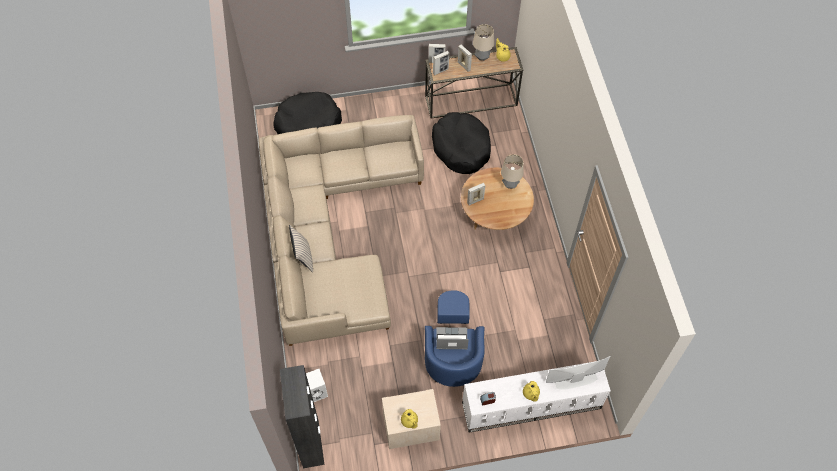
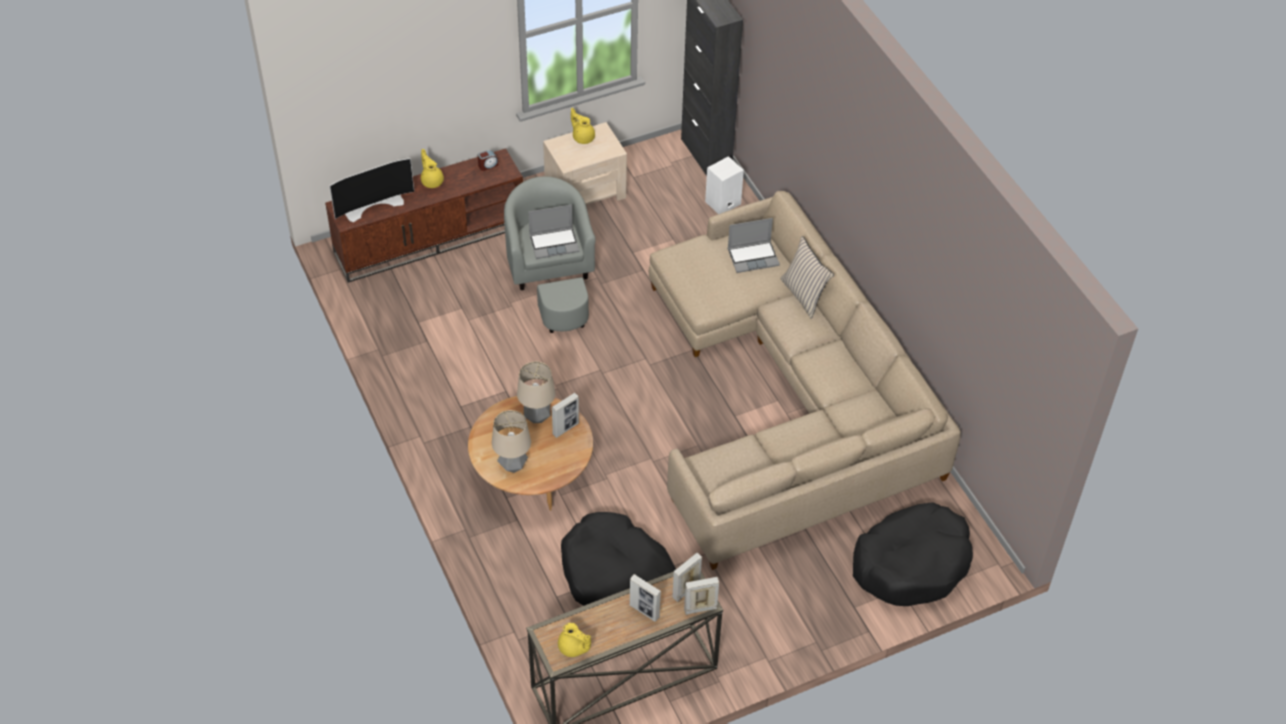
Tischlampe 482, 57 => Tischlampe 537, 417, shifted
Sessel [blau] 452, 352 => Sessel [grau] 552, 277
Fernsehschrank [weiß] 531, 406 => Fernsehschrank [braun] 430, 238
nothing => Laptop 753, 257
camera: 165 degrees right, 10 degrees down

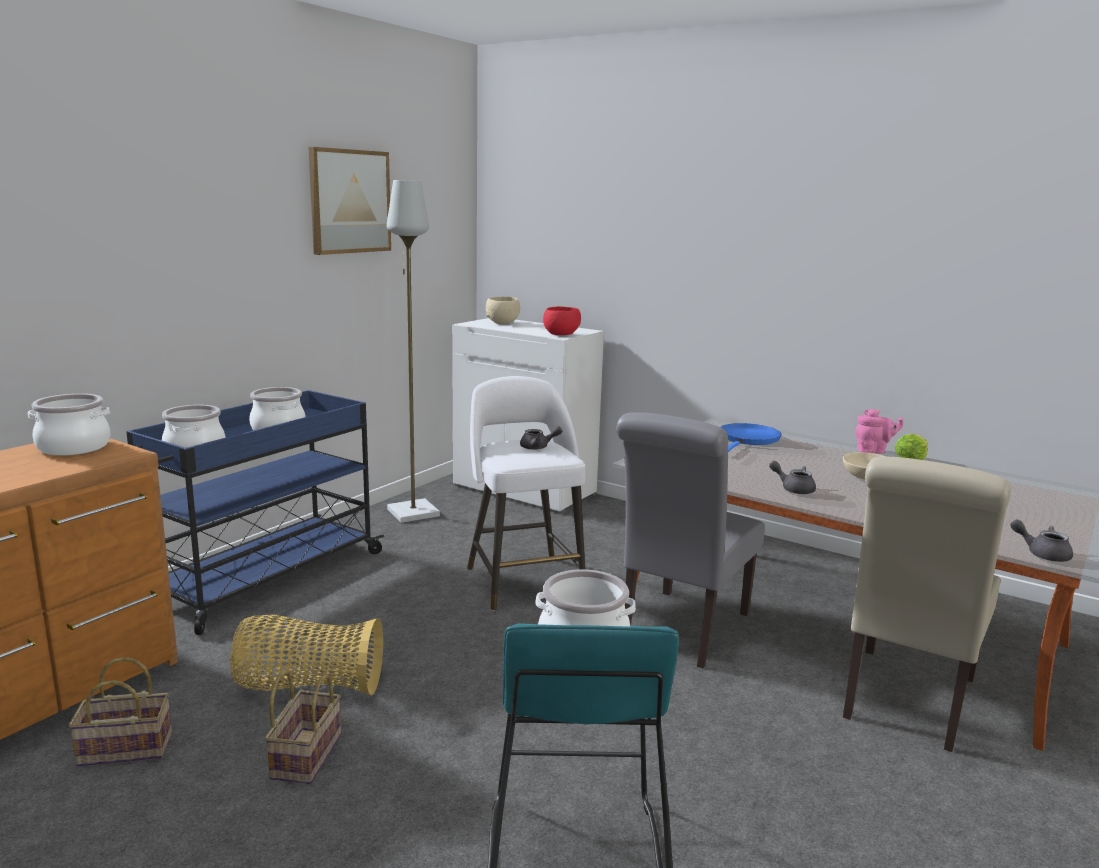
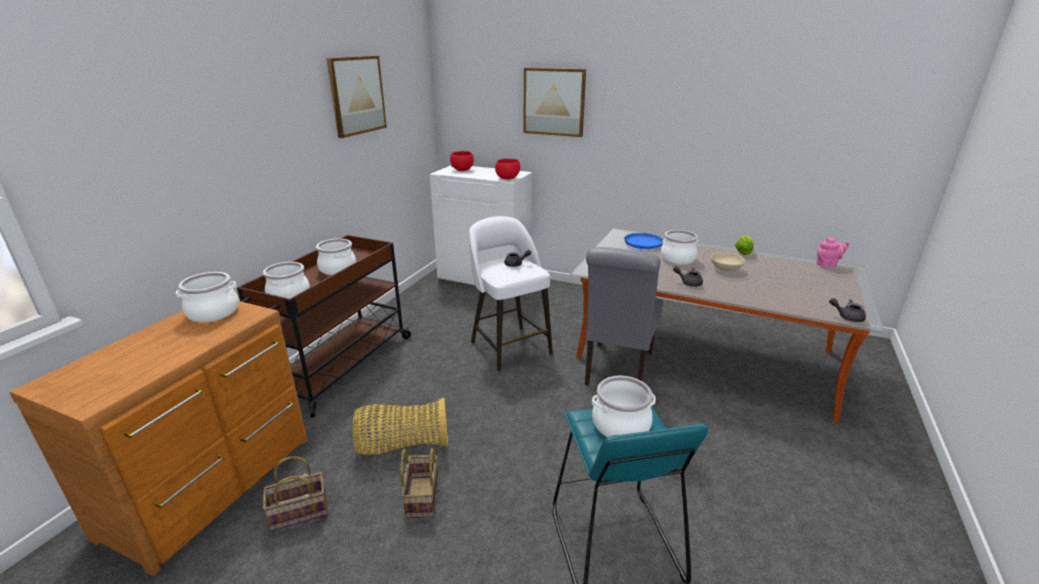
Stehlampe [grau] 413, 513 => nothing
Schüssel [beige] 503, 323 => Schüssel [rot] 462, 170
Rollwagen [blau] 264, 578 => Rollwagen [braun] 339, 367
Teekanne [rosa] 873, 451 => Teekanne [rosa] 827, 264, shifted
Stuhl [beige] 905, 702 => nothing
nothing => Bild 554, 102
nothing => Kochtopf 678, 258
camera: 10 degrees left, 10 degrees up

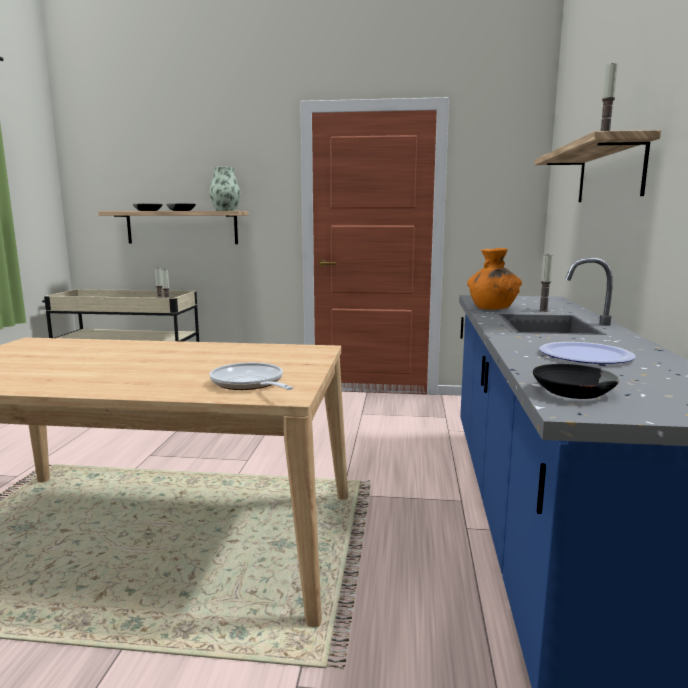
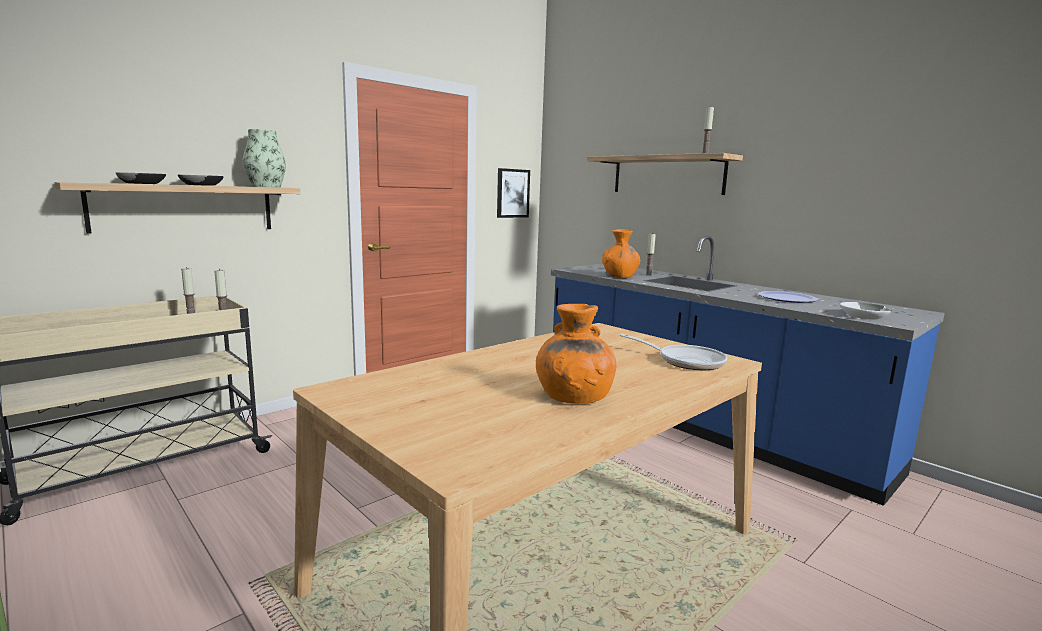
Pfanne 249, 384 => Pfanne 685, 361, 150 degrees counterclockwise
Schüssel [schwarz] 571, 392 => Schüssel [weiß] 863, 316
nothing => Bild 512, 193
nothing => Vase [orange] 573, 397
camera: 50 degrees left, 0 degrees up

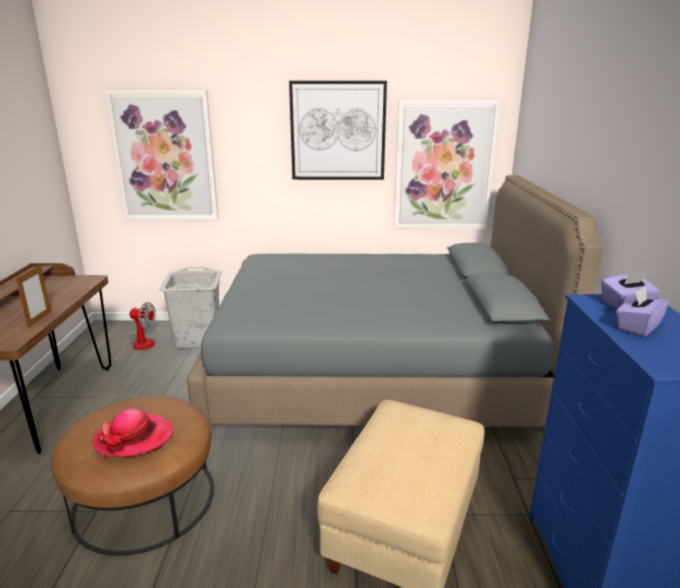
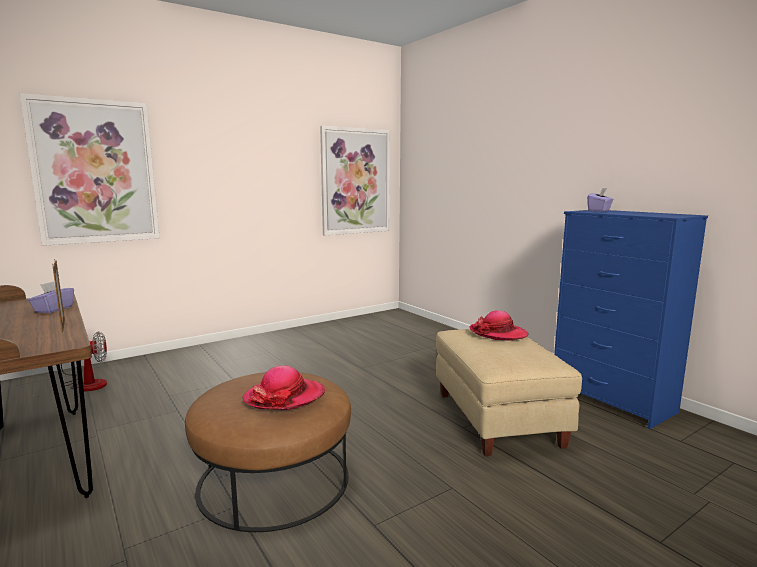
Bild 338, 131 => nothing
Bett [grau] 372, 374 => nothing
Wäschekorb [grau] 198, 339 => nothing
Taschentuchbox [lila] 637, 327 => Taschentuchbox [lila] 53, 309, shifted
nothing => Hut 498, 333
camera: 35 degrees left, 10 degrees down

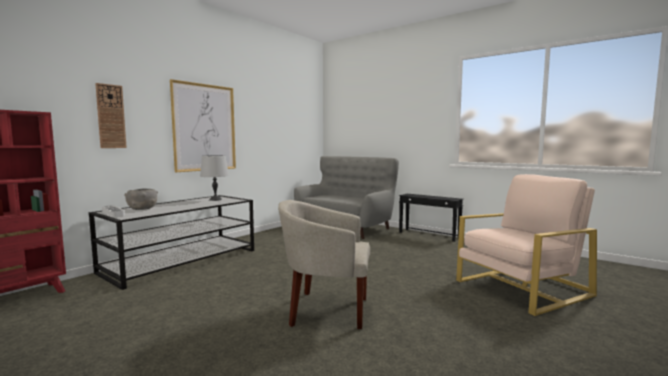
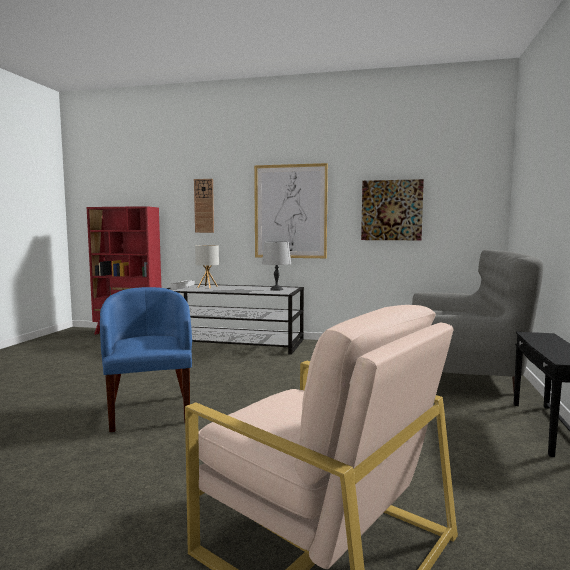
Schüssel [grau] 142, 209 => Tischlampe 207, 287
Sessel [beige] 326, 310 => Sessel [blau] 150, 410
nothing => Bild 391, 210
camera: 65 degrees right, 0 degrees up

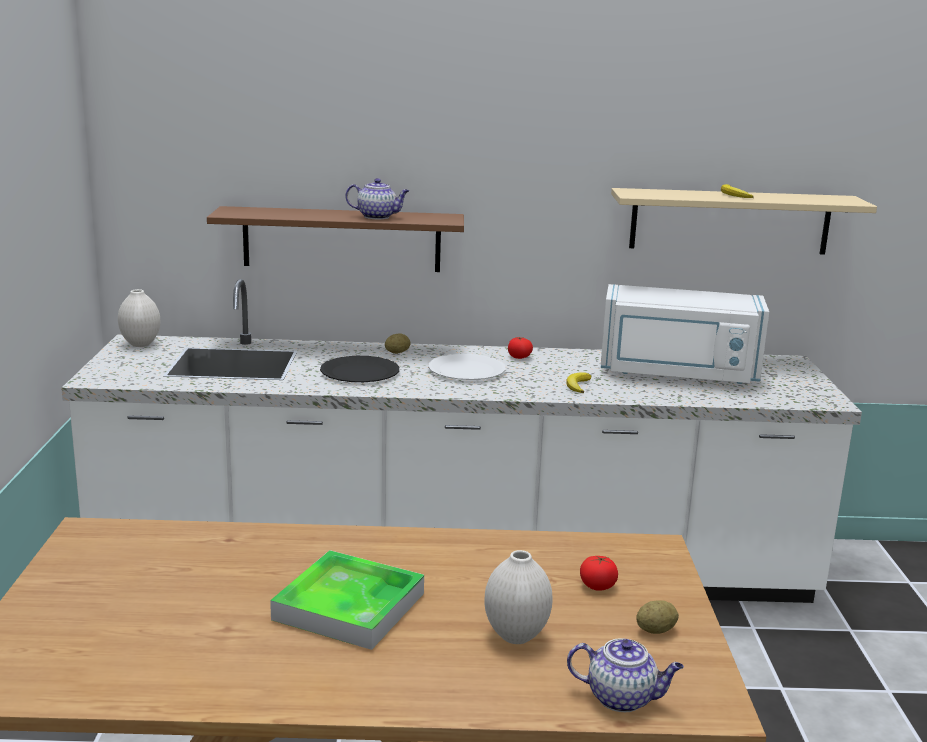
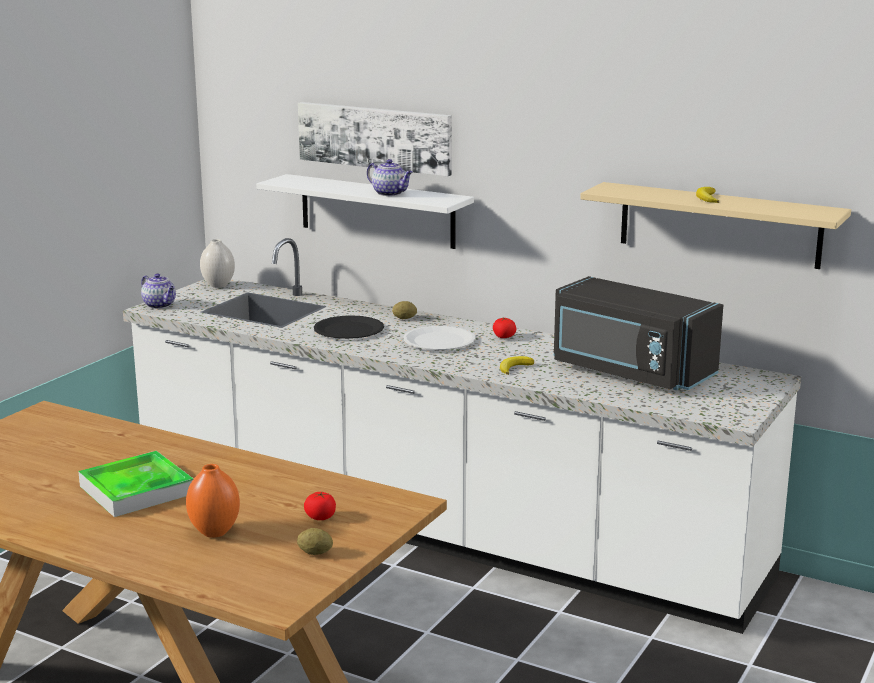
Wandregal [braun] 342, 239 => Wandregal [weiß] 377, 211
Mikrowelle [weiß] 678, 373 => Mikrowelle [schwarz] 629, 372
Vase [weiß] 515, 636 => Vase [orange] 214, 532
Teekanne 622, 698 => Teekanne 160, 305, shifted
nothing => Bild 375, 137
camera: 30 degrees right, 0 degrees up

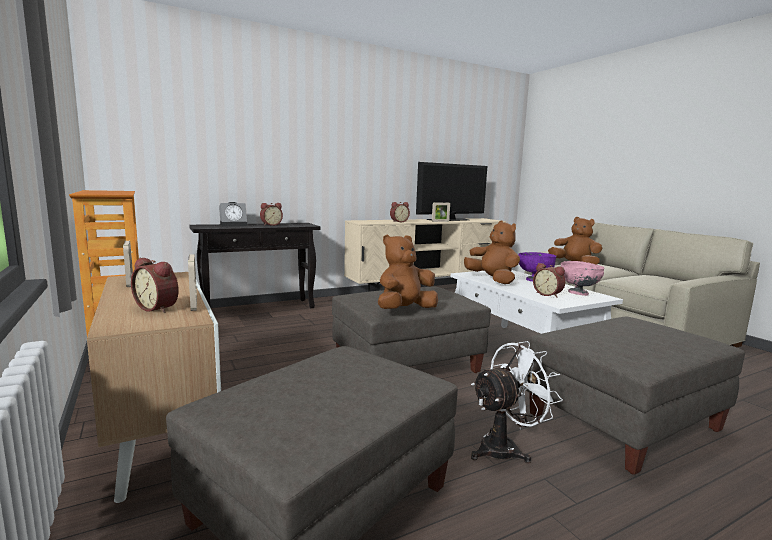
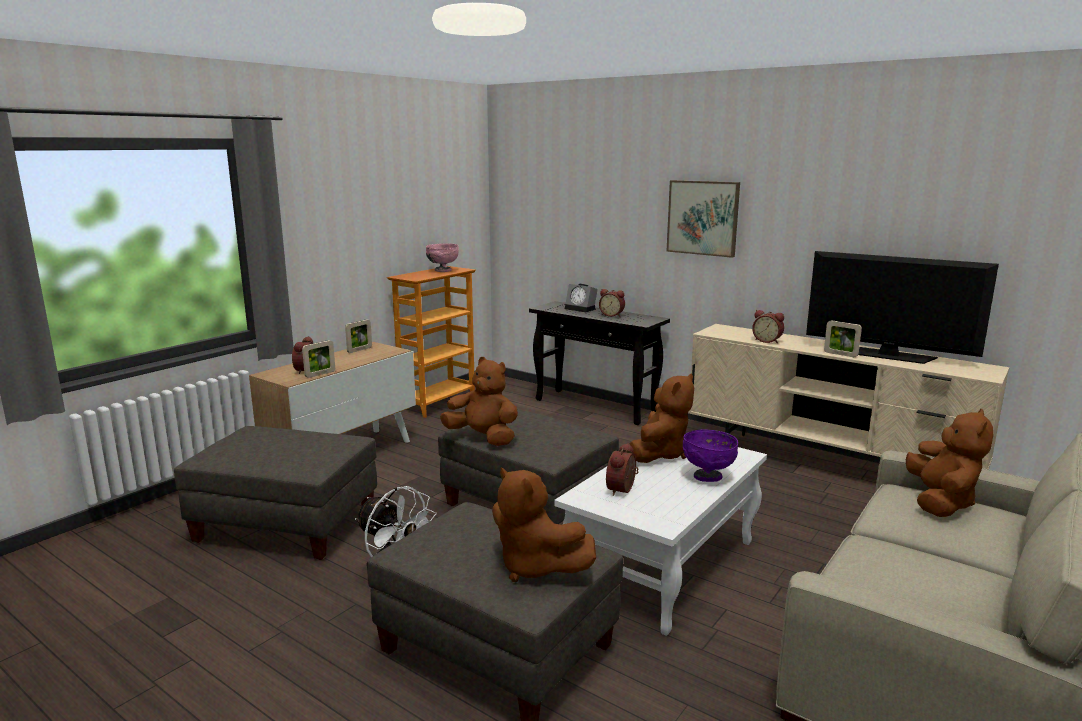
Schüssel [rosa] 578, 293 => Schüssel [rosa] 442, 270, shifted
nothing => Bild 703, 218
nothing => Plüschtier [braun] 535, 567
camera: 65 degrees right, 5 degrees up

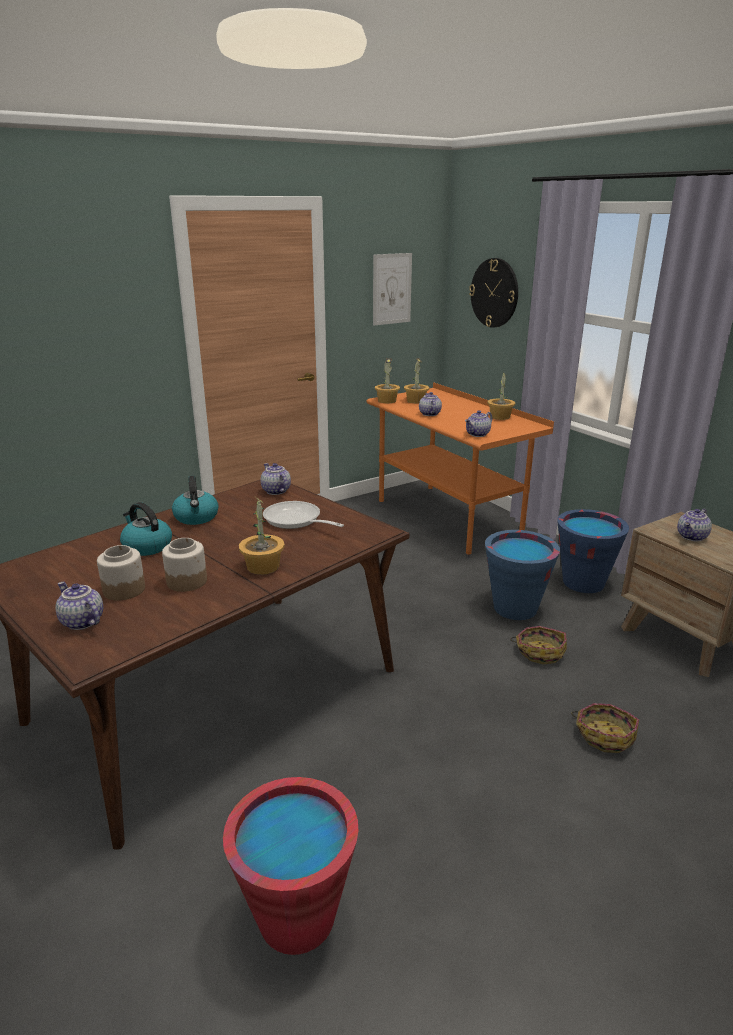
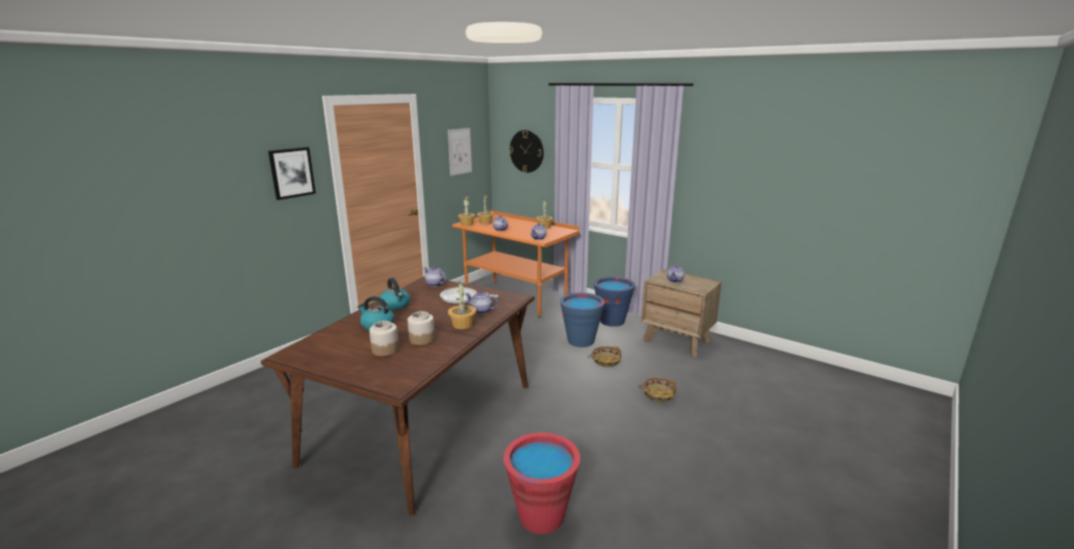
Teekanne 81, 622 => Teekanne 481, 311, shifted
nothing => Bild 292, 173
camera: 20 degrees left, 5 degrees down

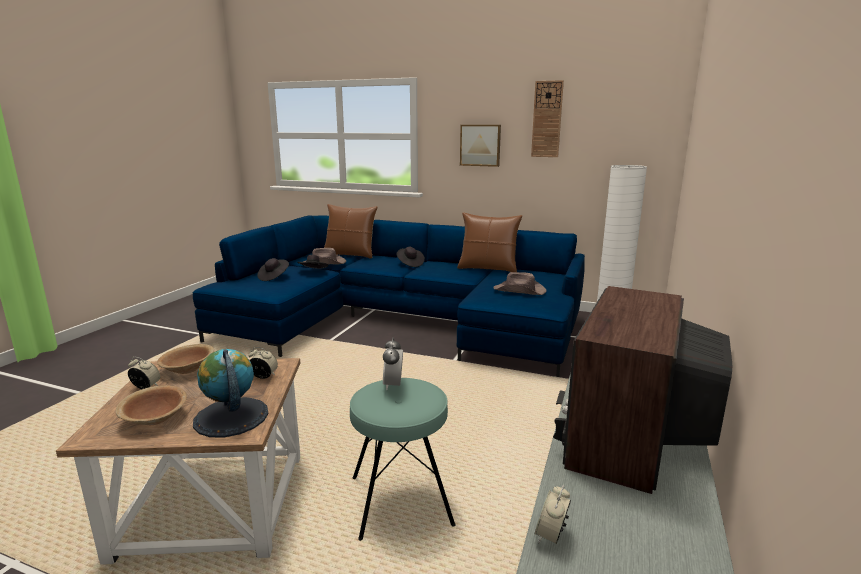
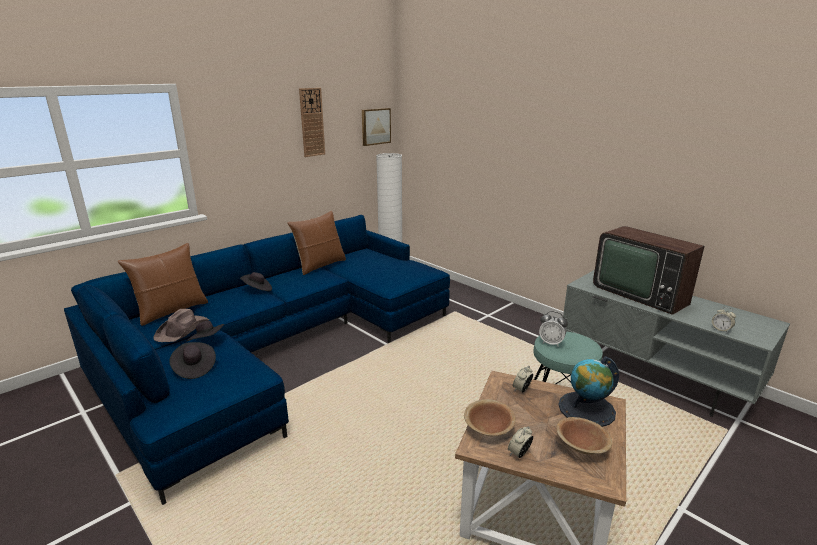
Bild 480, 145 => Bild 375, 126, shifted
Hut [braun] 520, 291 => nothing
camera: 65 degrees left, 5 degrees up

